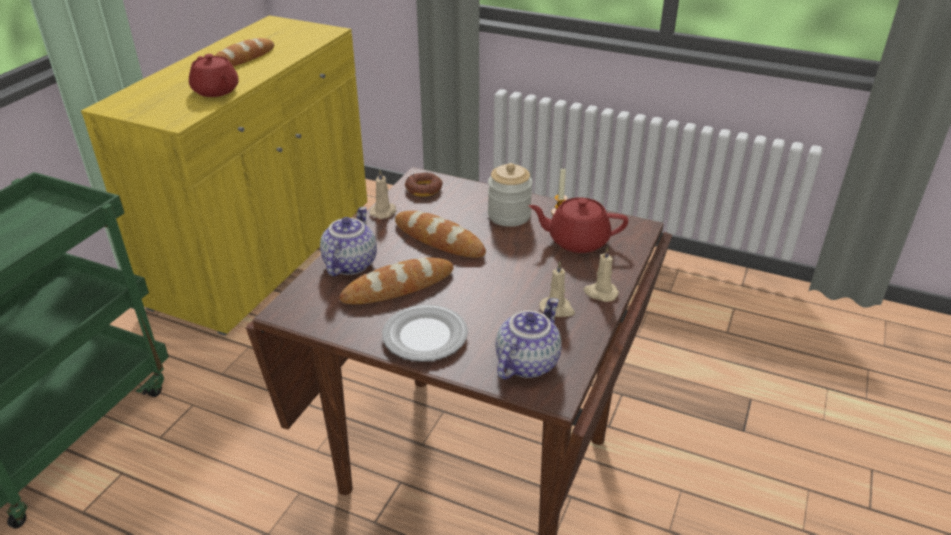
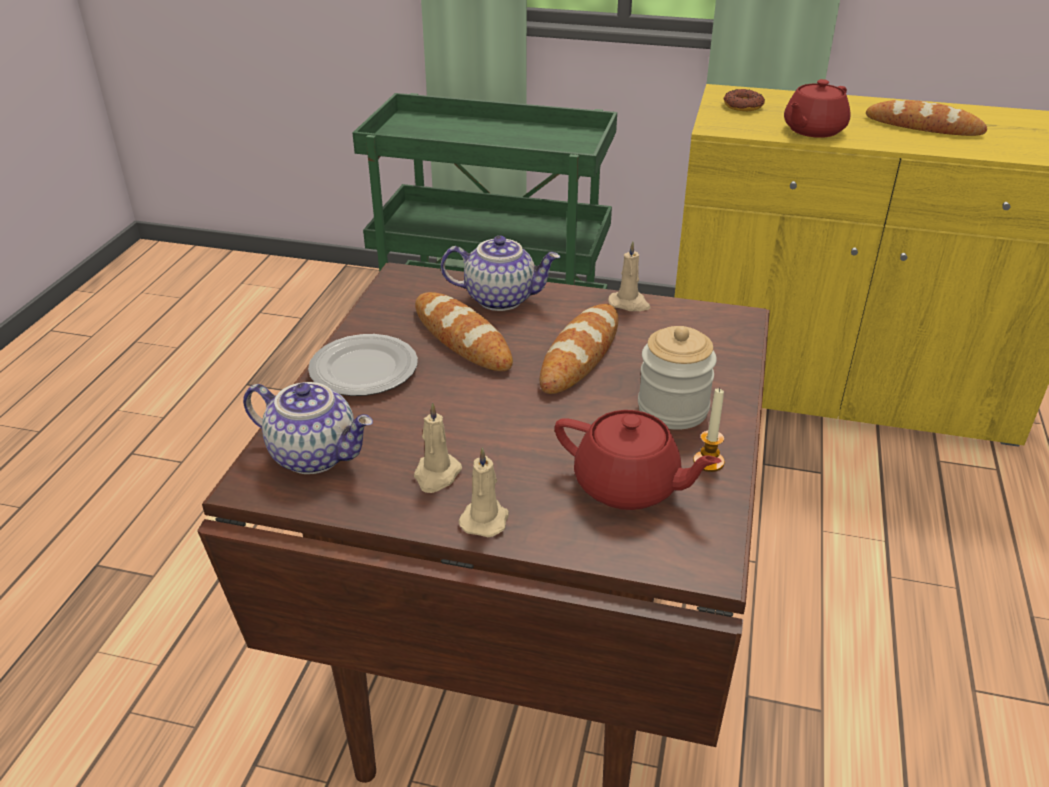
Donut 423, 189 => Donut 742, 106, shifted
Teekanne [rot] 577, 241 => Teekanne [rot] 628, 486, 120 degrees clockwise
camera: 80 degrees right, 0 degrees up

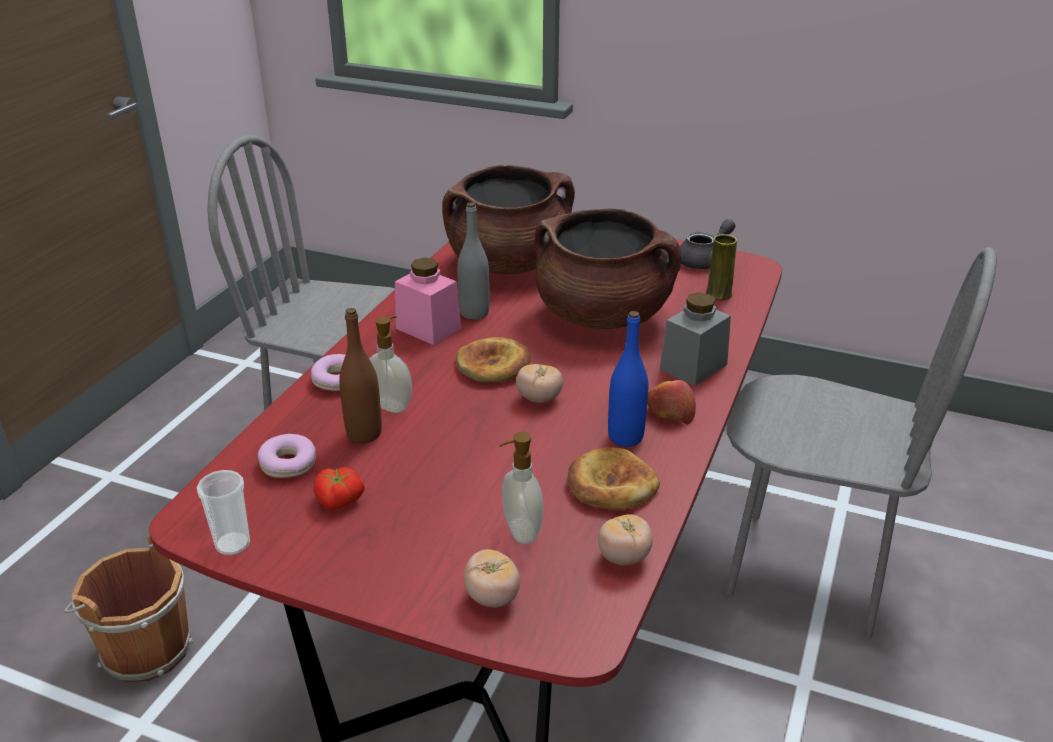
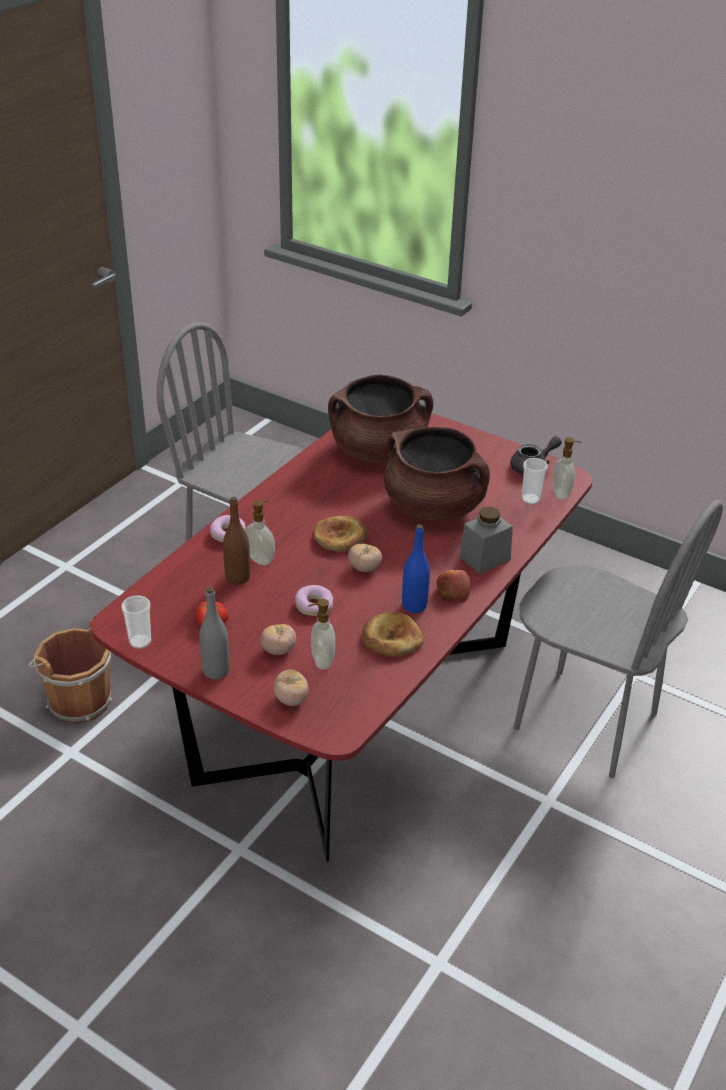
Flasche [grau] 474, 313 => Flasche [grau] 216, 671, shifted
Vase [gelb] 718, 294 => Tasse 530, 499
Vorratsglas [rosa] 428, 328 => nothing
Donut 288, 464 => Donut 314, 606, shifted
Tomate 624, 557 => Tomate 278, 650, shifted
nothing => Seifenspender 562, 493
camera: 10 degrees right, 5 degrees up

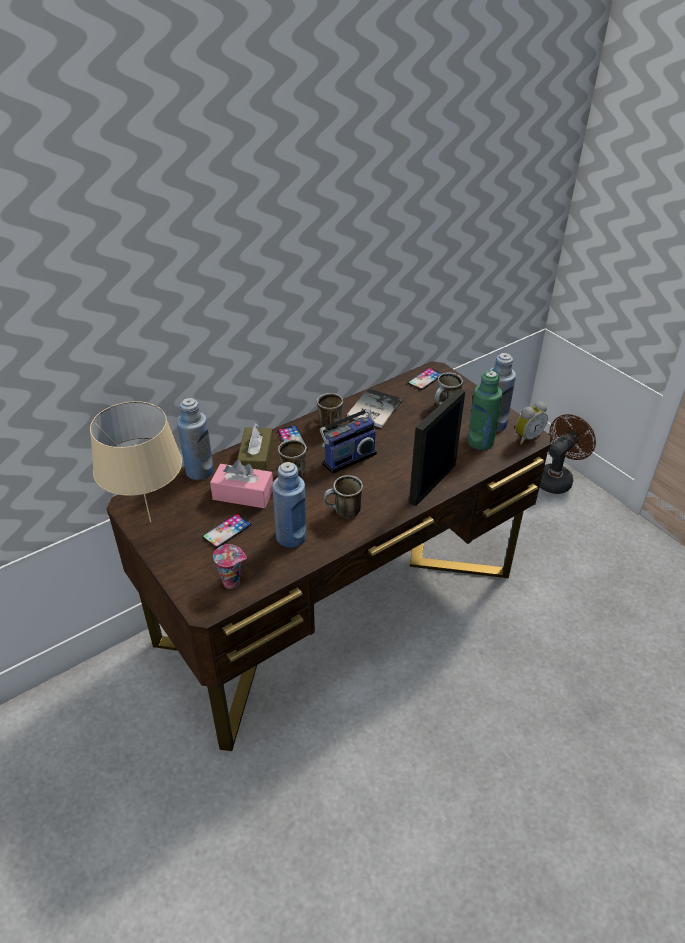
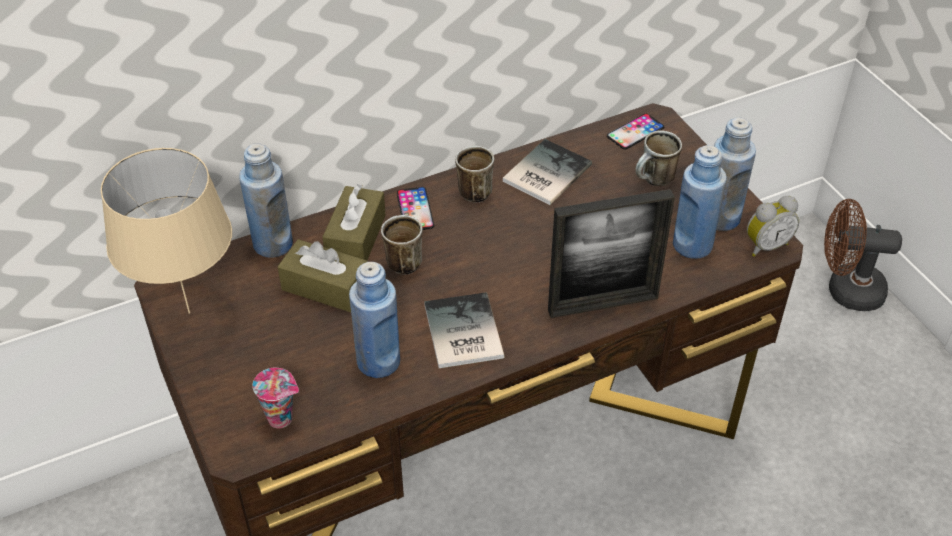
Flasche [grün] 480, 442 => Flasche [blau] 692, 245
Bilderrahmen 432, 484 => Bilderrahmen 603, 304, 150 degrees counterclockwise
Radio 347, 457 => nothing
Ventilator [braun] 556, 478 => Ventilator [braun] 846, 290, 135 degrees counterclockwise
Taschentuchbox [rosa] 243, 494 => Taschentuchbox [braun] 325, 287
Henkelbecher 343, 513 => Buch 461, 333
Handy 227, 531 => nothing
camera: 10 degrees right, 5 degrees up

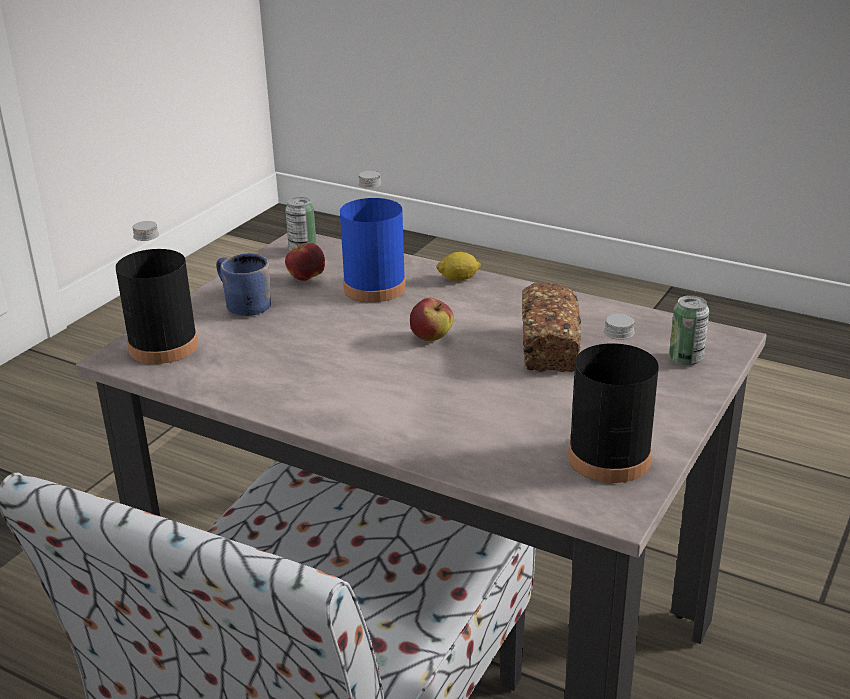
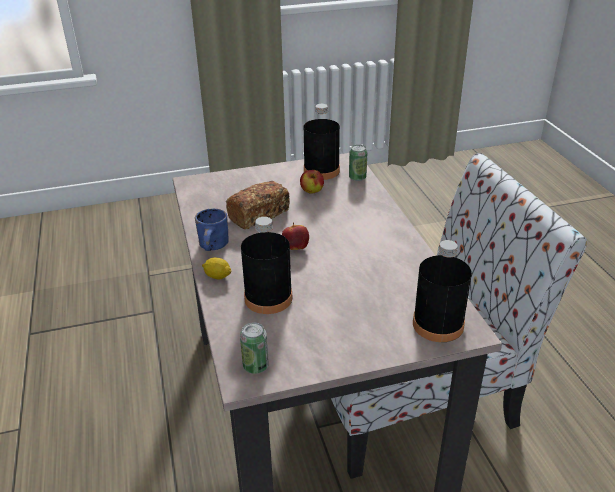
Flasche [blau] 374, 288 => Flasche [schwarz] 268, 298
Apfel 306, 278 => Apfel 312, 192, shifted
Henkelbecher [blau] 240, 305 => Henkelbecher [blau] 215, 247, shifted
Dose 686, 359 => Dose 357, 177, shifted
camera: 135 degrees left, 5 degrees up

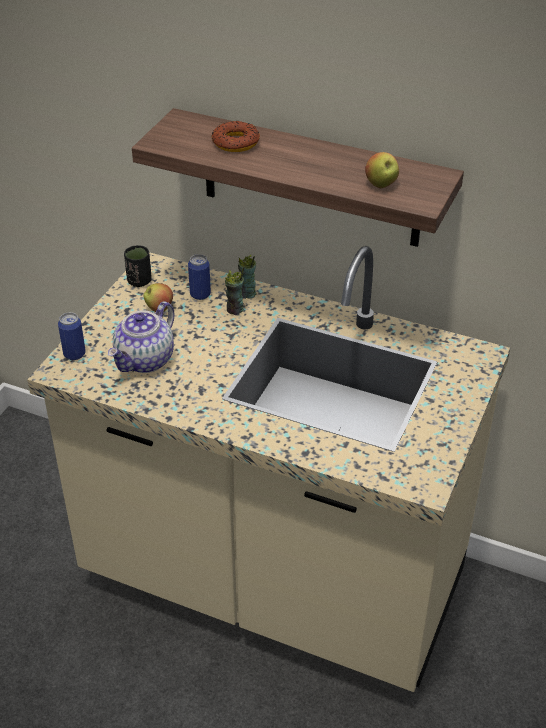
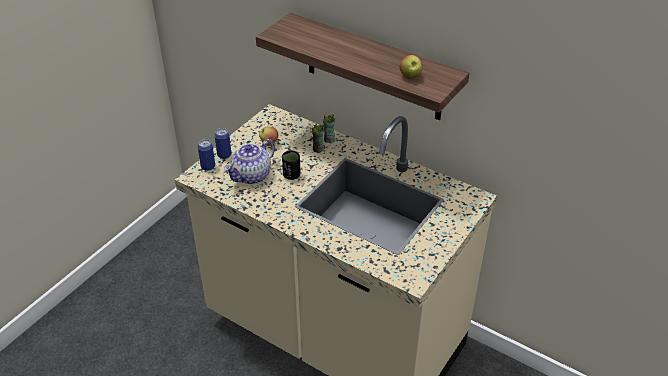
Donut 236, 142 => nothing
Tasse [schwarz] 139, 281 => Tasse [schwarz] 291, 175, shifted
Dose 200, 294 => Dose 224, 155, shifted
camera: 10 degrees right, 0 degrees up

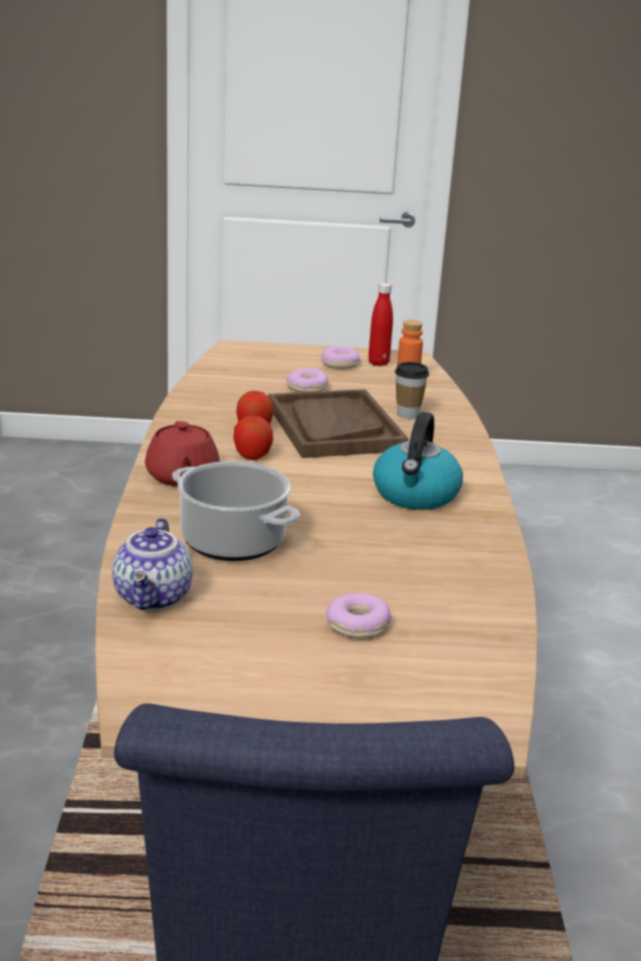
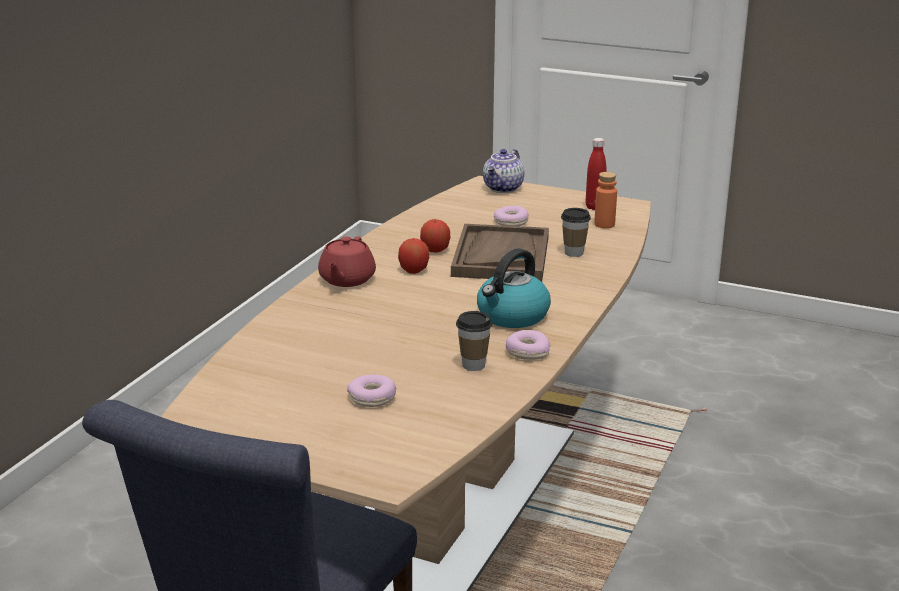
Donut 339, 364 => Donut 527, 352, shifted
Kochtopf 231, 541 => nothing
Teekanne 154, 598 => Teekanne 504, 188, shifted
nothing => Tasse 473, 365
camera: 25 degrees right, 0 degrees up

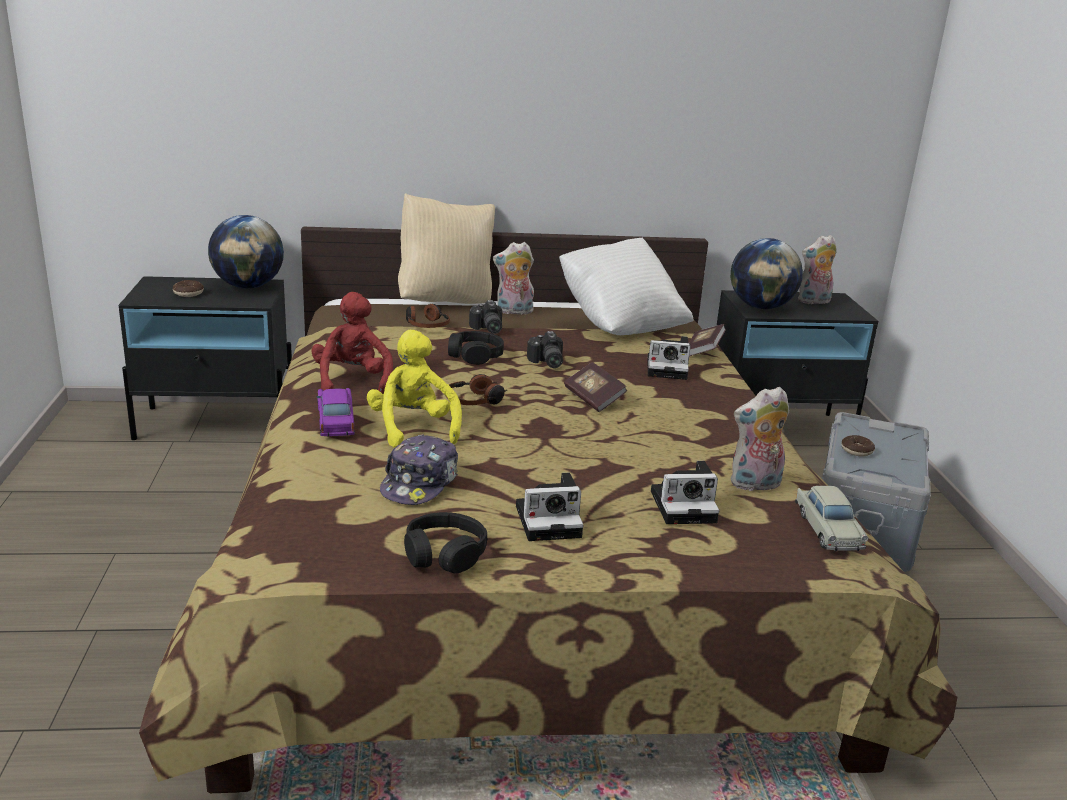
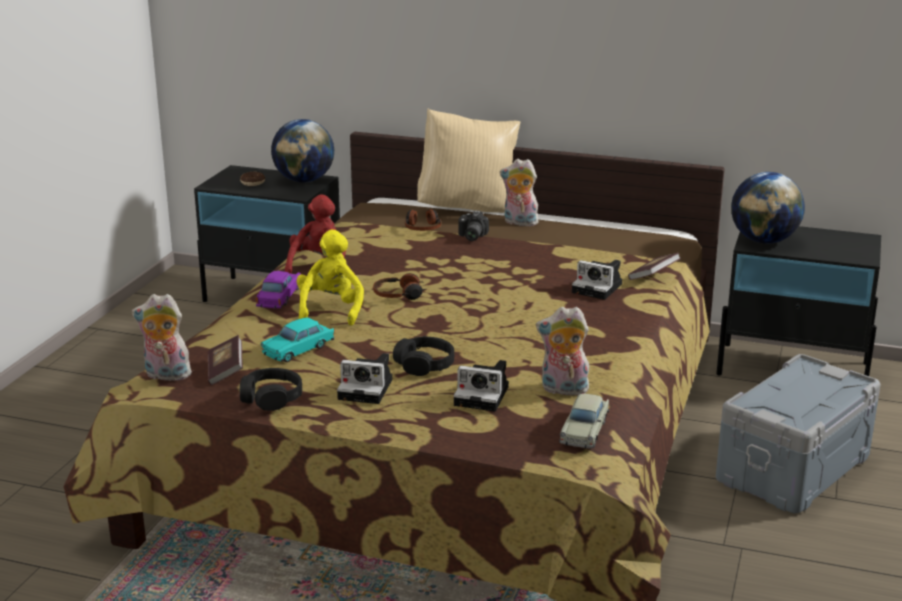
Plüschtier 813, 301 => Plüschtier 165, 376, shifted
Kissen [weiß] 621, 324 => nothing
Kopfhörer [schwarz] 475, 355 => Kopfhörer [schwarz] 424, 364, shifted
Kamera 546, 362 => nothing
Buch 594, 399 => Buch 225, 371, shifted
Kappe 420, 483 => Spielzeugauto [türkis] 299, 349
Donut 856, 451 => nothing
camera: 25 degrees right, 0 degrees up

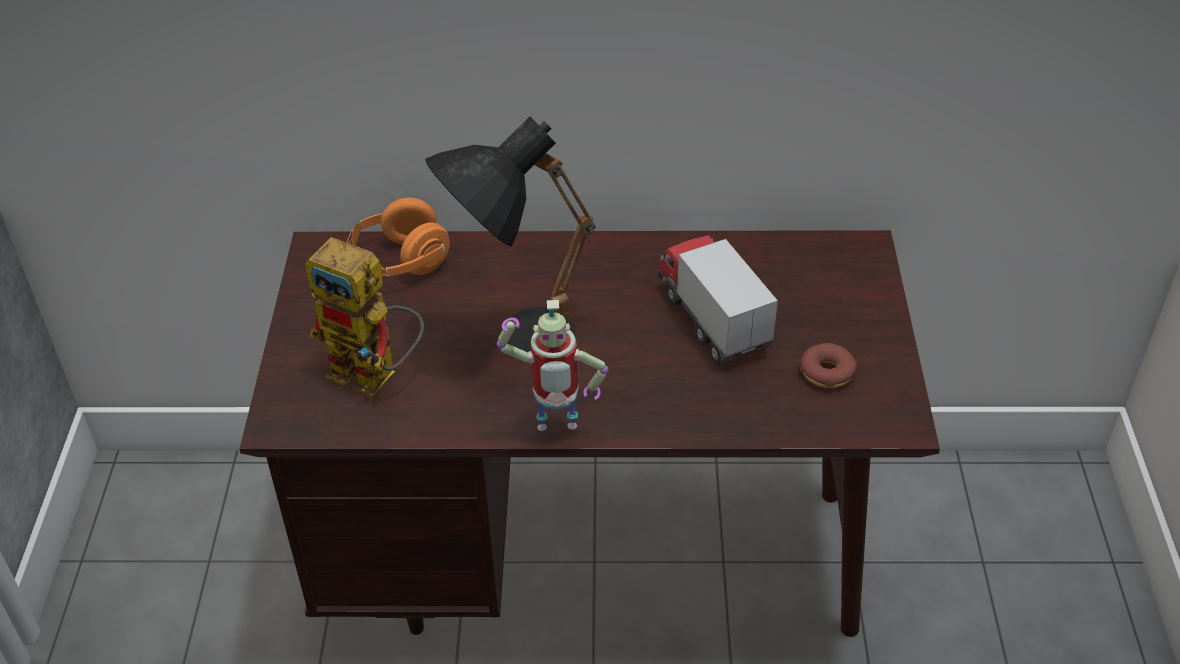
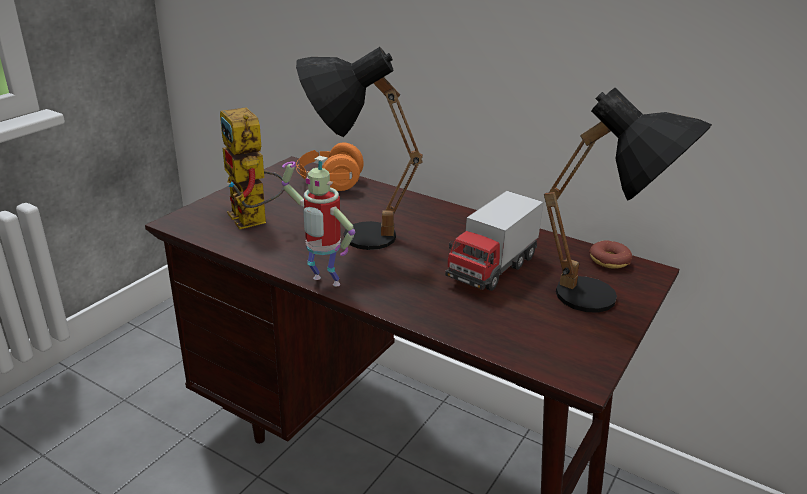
Spielzeuglaster 712, 320 => Spielzeuglaster 492, 268, 150 degrees counterclockwise
Donut 827, 372 => Donut 609, 261, shifted
nothing => Tischlampe [schwarz] 605, 305
camera: 30 degrees right, 15 degrees down

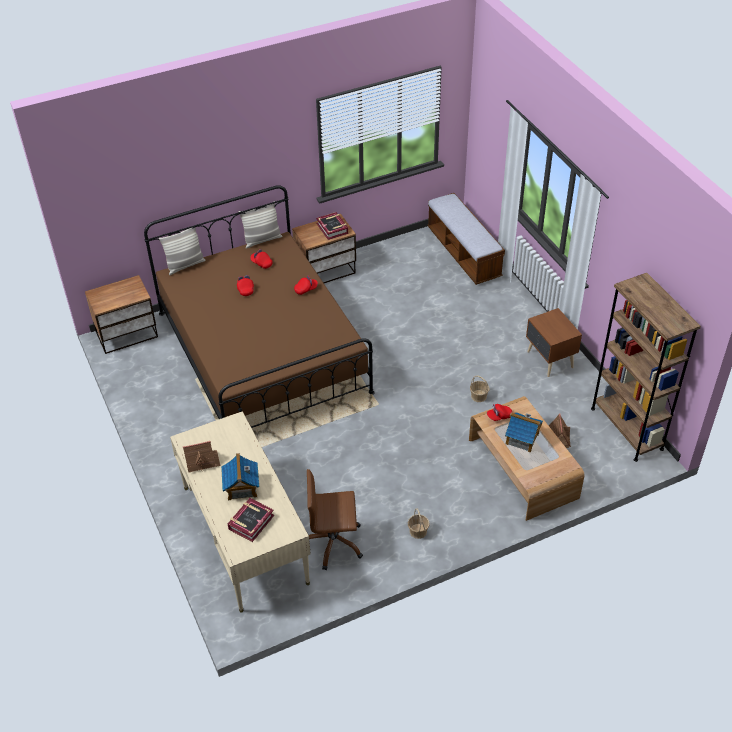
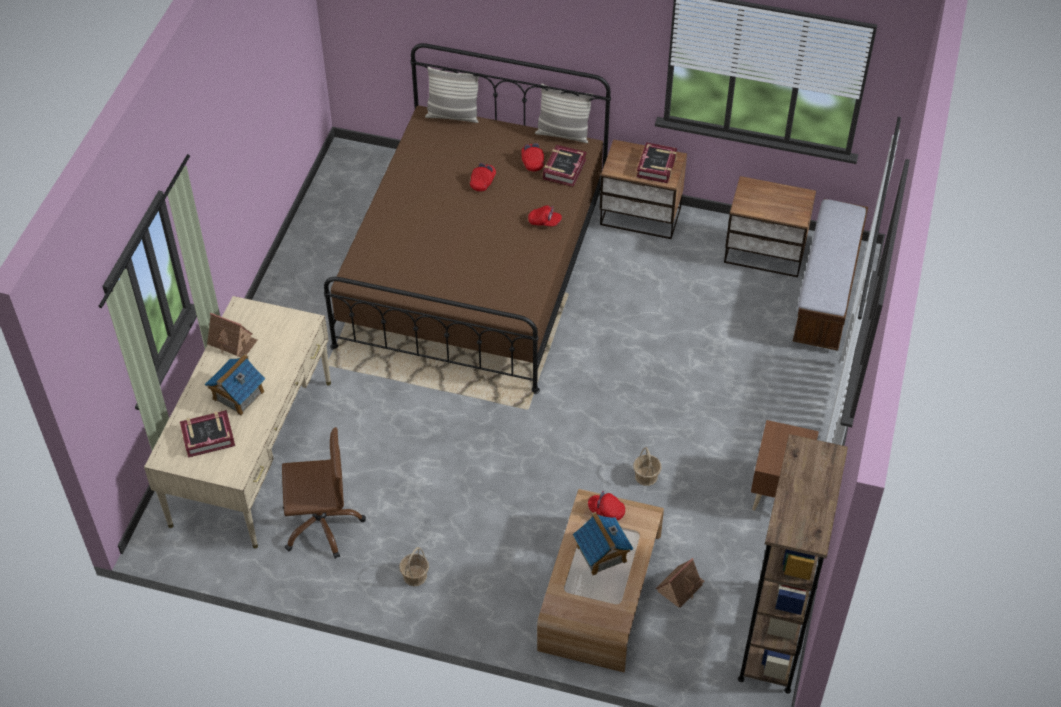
Nachttisch 128, 335 => Nachttisch 765, 255, shifted
Bürostuhl [braun] 333, 543 => Bürostuhl [braun] 321, 524, 135 degrees clockwise
nothing => Buch 564, 169
camera: 40 degrees right, 5 degrees up

